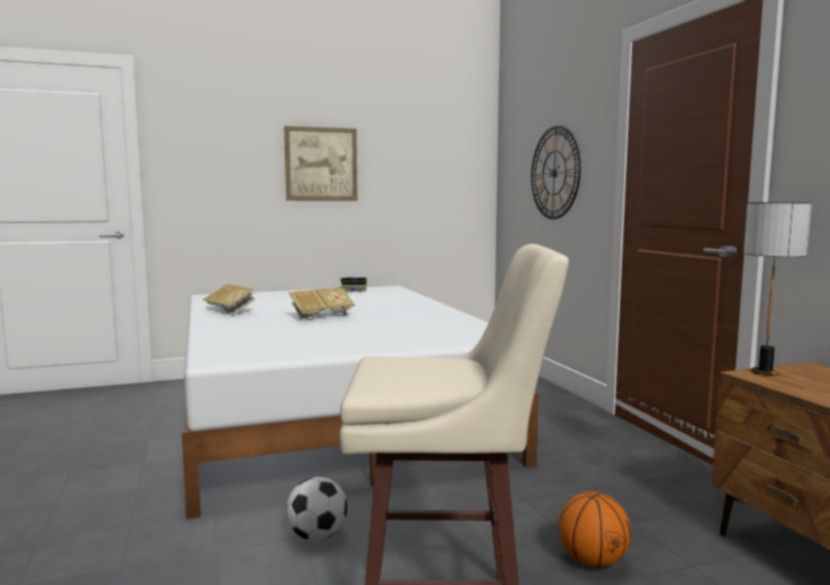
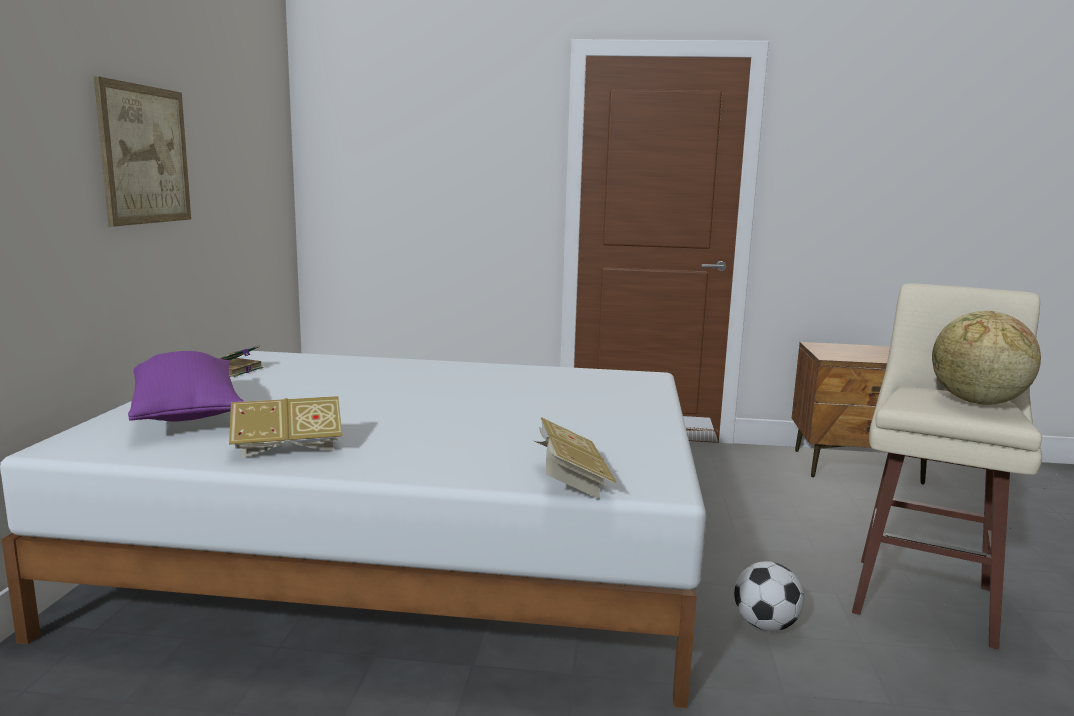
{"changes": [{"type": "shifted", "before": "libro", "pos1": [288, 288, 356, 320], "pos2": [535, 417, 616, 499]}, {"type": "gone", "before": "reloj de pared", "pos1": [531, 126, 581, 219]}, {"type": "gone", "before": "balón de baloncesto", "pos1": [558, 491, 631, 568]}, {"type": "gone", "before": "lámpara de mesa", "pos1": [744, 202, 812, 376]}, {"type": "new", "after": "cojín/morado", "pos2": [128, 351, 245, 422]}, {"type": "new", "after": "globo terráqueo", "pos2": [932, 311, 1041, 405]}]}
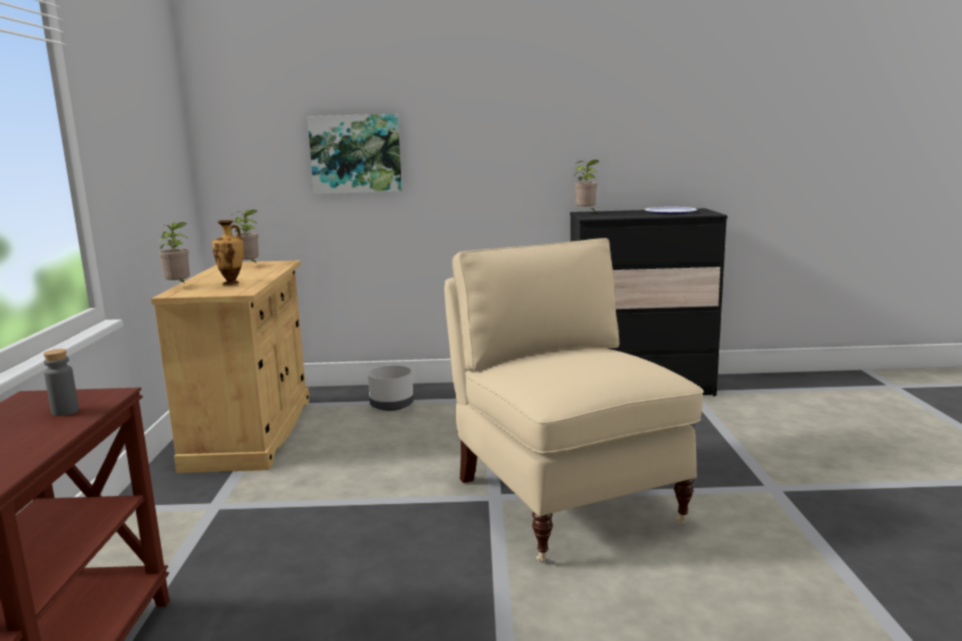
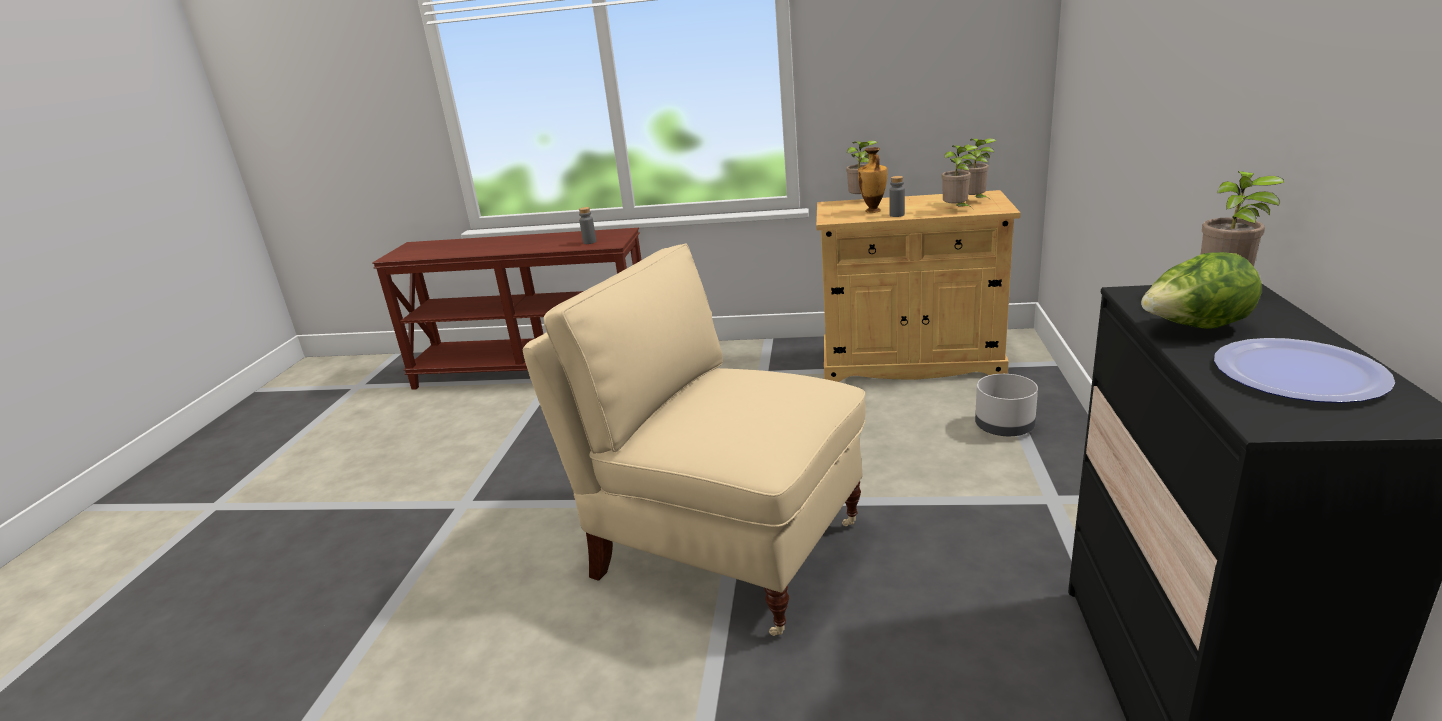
{"changes": [{"type": "gone", "before": "cuadro", "pos1": [307, 114, 402, 194]}, {"type": "rotated", "before": "silla/beis", "pos1": [444, 238, 704, 562], "pos2": [523, 243, 866, 636], "turn": -135}, {"type": "new", "after": "botella/gris", "pos2": [889, 176, 905, 217]}, {"type": "new", "after": "planta en maceta", "pos2": [942, 145, 978, 209]}, {"type": "new", "after": "lechuga", "pos2": [1141, 252, 1261, 329]}]}
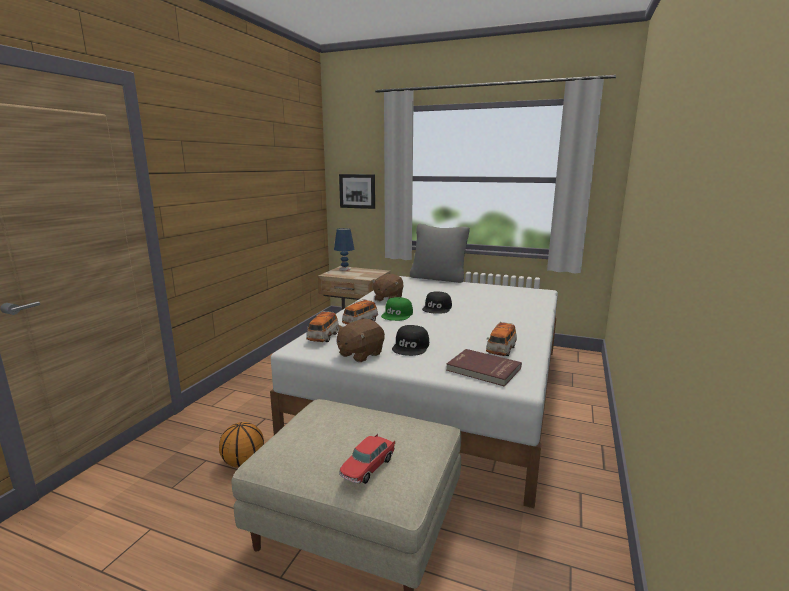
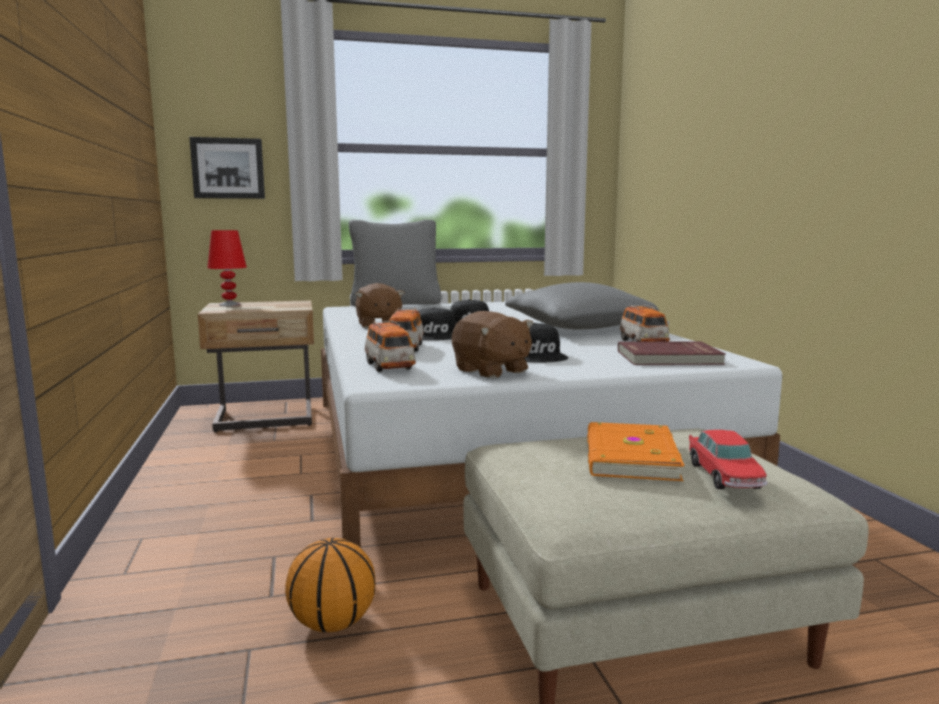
{"changes": [{"type": "repainted", "before": "lámpara de mesa/azul", "after": "lámpara de mesa/rojo", "pos1": [334, 228, 354, 271], "pos2": [207, 230, 247, 306]}, {"type": "rotated", "before": "peluche/marrón", "pos1": [336, 319, 385, 362], "pos2": [452, 311, 533, 378], "turn": -45}, {"type": "repainted", "before": "gorra/verde", "after": "gorra/negro", "pos1": [381, 297, 413, 321], "pos2": [418, 307, 456, 340]}, {"type": "new", "after": "cojín/gris", "pos2": [505, 282, 659, 329]}, {"type": "new", "after": "libro/naranja", "pos2": [587, 422, 684, 481]}]}
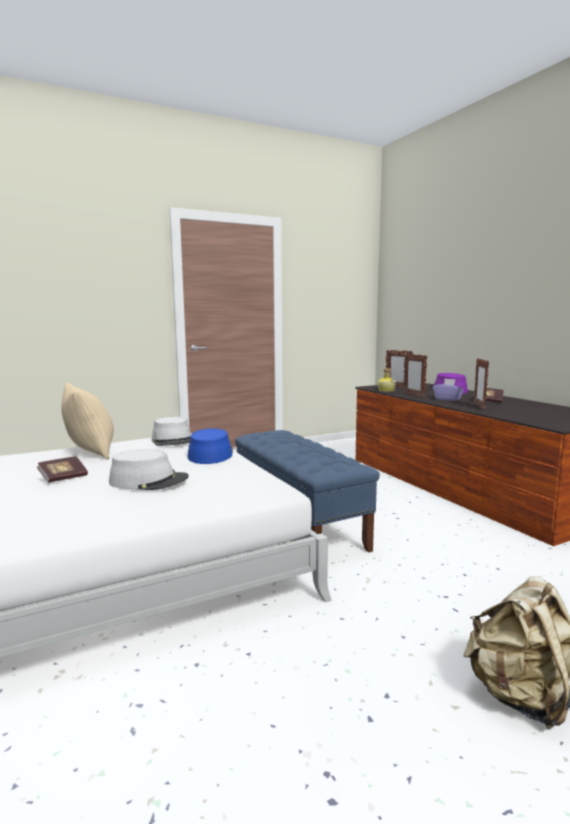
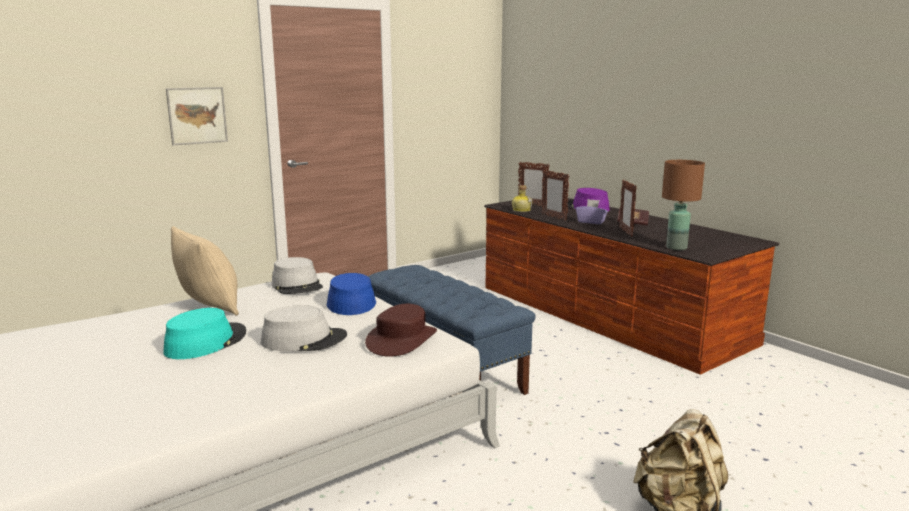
{"changes": [{"type": "swapped", "before": "libro", "after": "sombrero/turquesa", "pos1": [37, 456, 88, 483], "pos2": [164, 308, 246, 359]}, {"type": "new", "after": "cuadro", "pos2": [166, 87, 228, 145]}, {"type": "new", "after": "sombrero/marrón", "pos2": [365, 304, 437, 357]}, {"type": "new", "after": "lámpara de mesa/marrón", "pos2": [662, 160, 705, 250]}]}
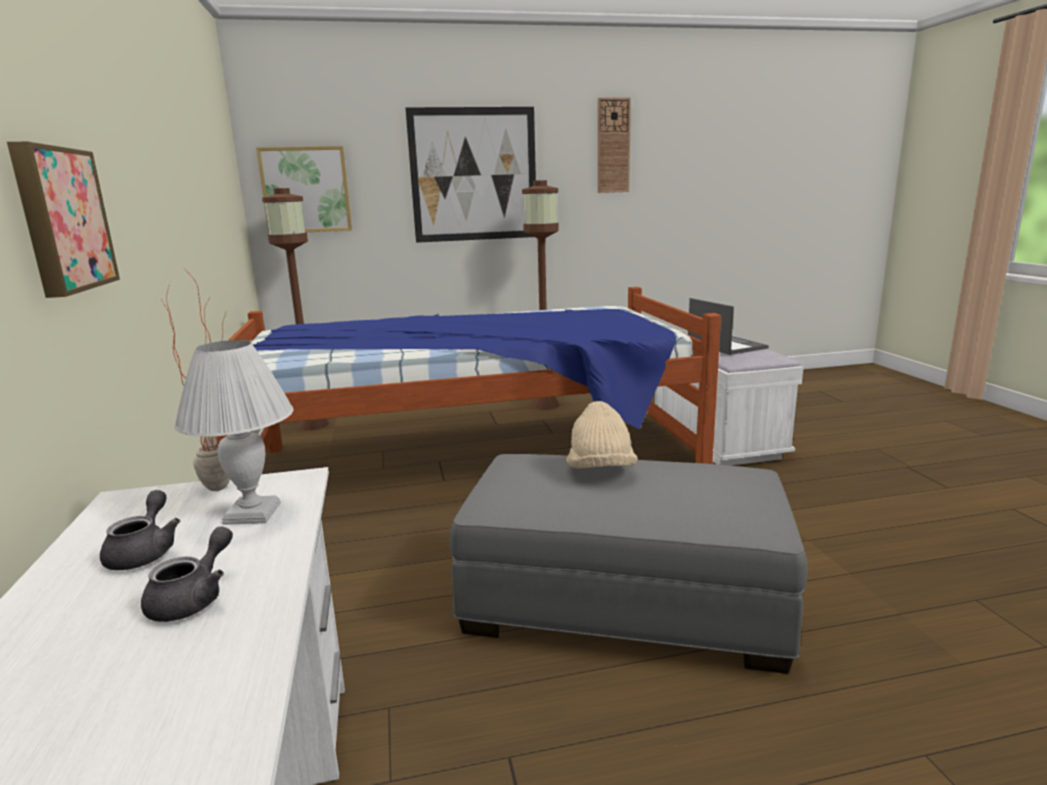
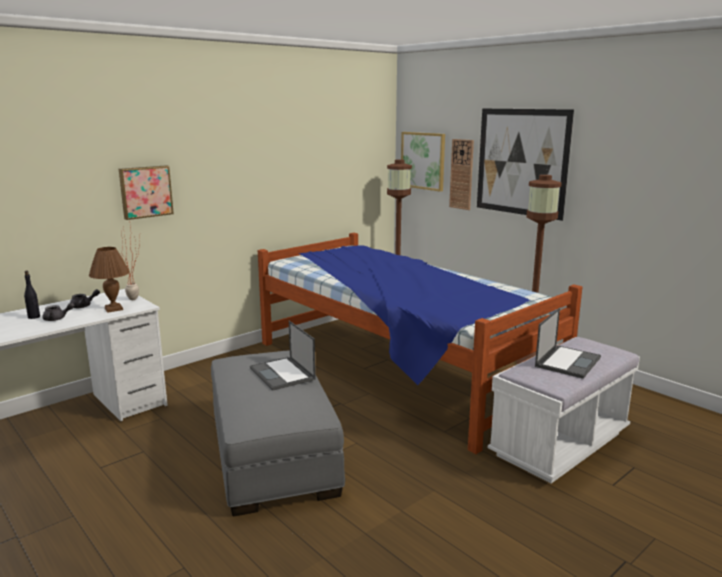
{"changes": [{"type": "repainted", "before": "lámpara de mesa/blanco", "after": "lámpara de mesa/marrón", "pos1": [174, 340, 294, 525], "pos2": [89, 247, 130, 313]}, {"type": "swapped", "before": "sombrero/beis", "after": "portátil", "pos1": [567, 401, 638, 469], "pos2": [250, 321, 316, 391]}, {"type": "shifted", "before": "reloj de pared", "pos1": [598, 98, 631, 193], "pos2": [449, 139, 474, 210]}, {"type": "new", "after": "botella/negro", "pos2": [24, 270, 40, 319]}]}
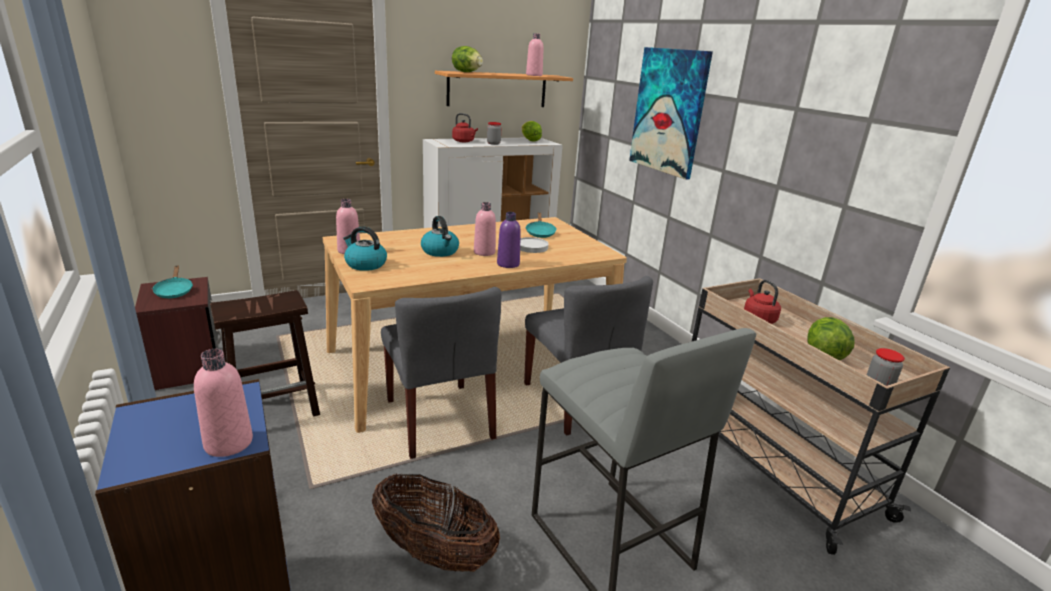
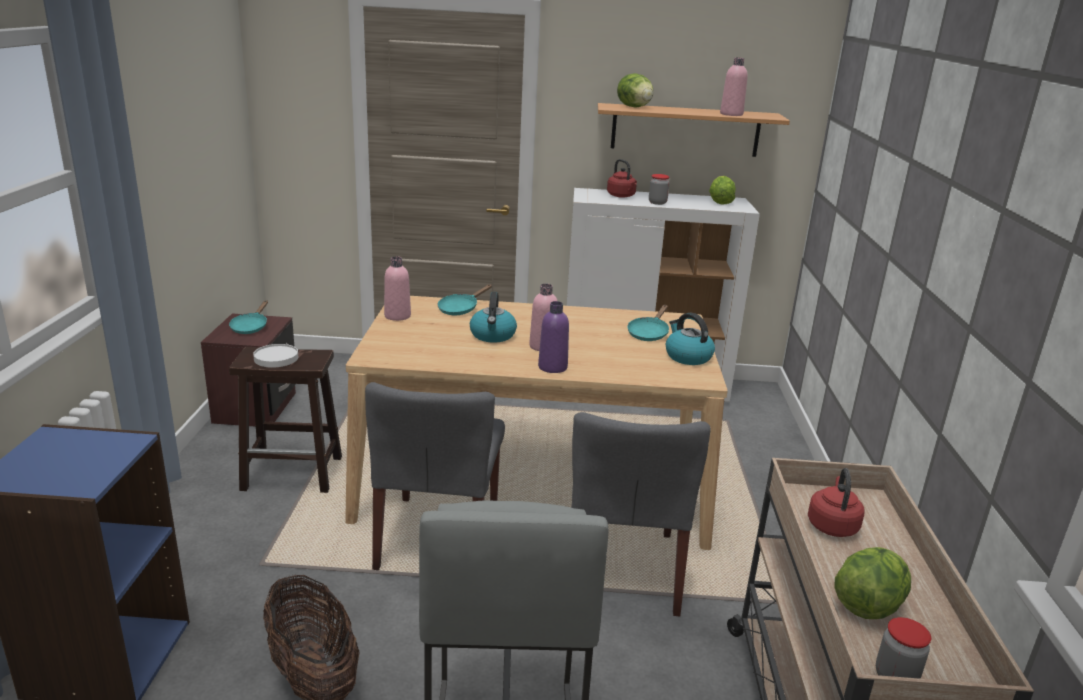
{"changes": [{"type": "gone", "before": "botella/rosa", "pos1": [194, 349, 253, 457]}, {"type": "shifted", "before": "hervidor", "pos1": [343, 226, 387, 271], "pos2": [666, 313, 715, 365]}, {"type": "shifted", "before": "plato/blanco", "pos1": [520, 237, 549, 253], "pos2": [253, 344, 298, 368]}, {"type": "gone", "before": "cuadro", "pos1": [629, 47, 713, 180]}, {"type": "new", "after": "sartén/turquesa", "pos2": [437, 284, 492, 315]}]}
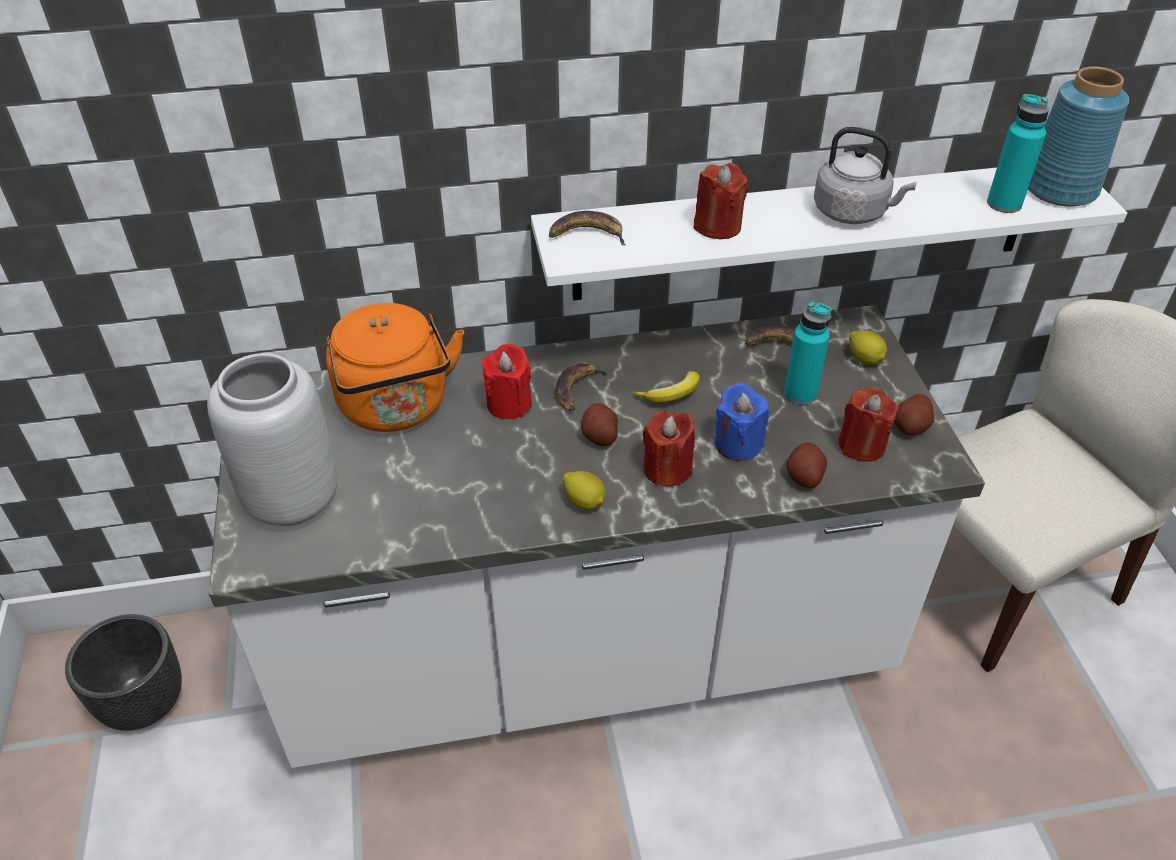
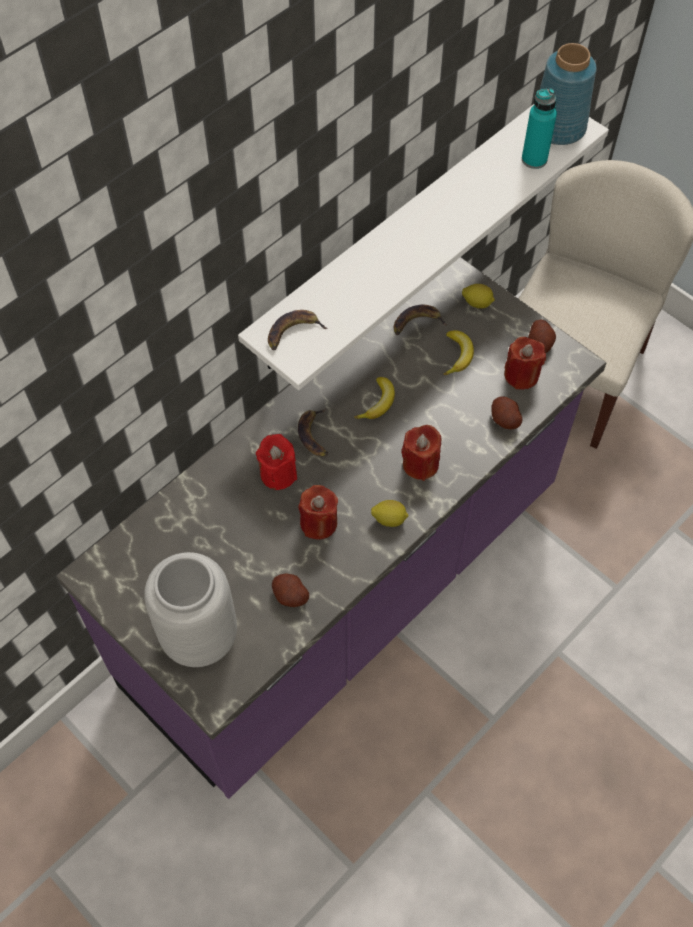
{"changes": [{"type": "gone", "before": "maceta/negro", "pos1": [65, 614, 182, 731]}, {"type": "repainted", "before": "mueble bajo de cocina/blanco", "after": "mueble bajo de cocina/morado", "pos1": [209, 305, 985, 768], "pos2": [56, 257, 606, 799]}, {"type": "gone", "before": "hervidor/naranja", "pos1": [326, 303, 464, 432]}, {"type": "shifted", "before": "patata", "pos1": [581, 403, 618, 446], "pos2": [272, 573, 309, 607]}, {"type": "shifted", "before": "vela/rojo", "pos1": [694, 163, 749, 239], "pos2": [298, 485, 338, 540]}, {"type": "gone", "before": "vela/azul", "pos1": [715, 383, 769, 461]}, {"type": "swapped", "before": "botella/turquesa", "after": "plátano", "pos1": [784, 301, 832, 405], "pos2": [443, 330, 474, 375]}, {"type": "gone", "before": "hervidor/gris", "pos1": [814, 127, 917, 224]}]}
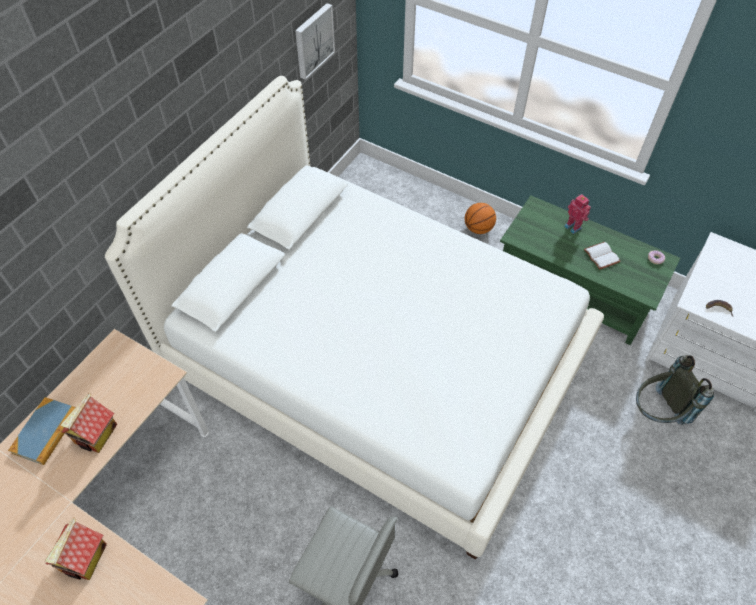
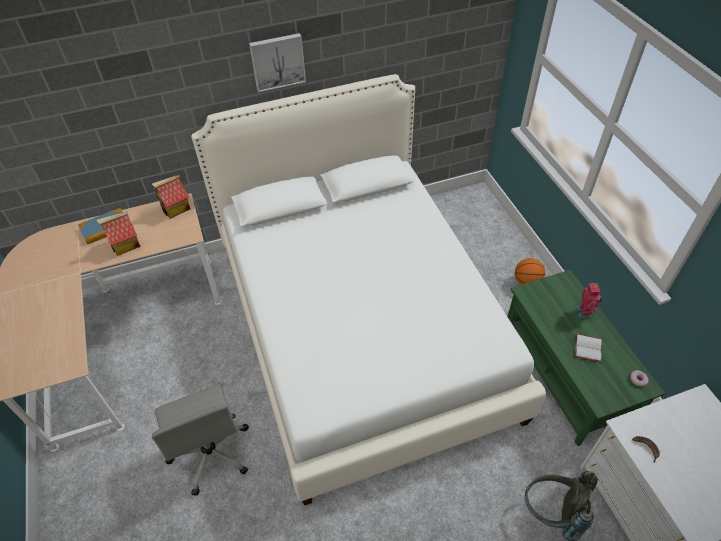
{"changes": [{"type": "shifted", "before": "casita", "pos1": [45, 518, 107, 580], "pos2": [152, 175, 191, 219]}, {"type": "shifted", "before": "cuadro", "pos1": [295, 3, 335, 80], "pos2": [249, 33, 306, 92]}]}
